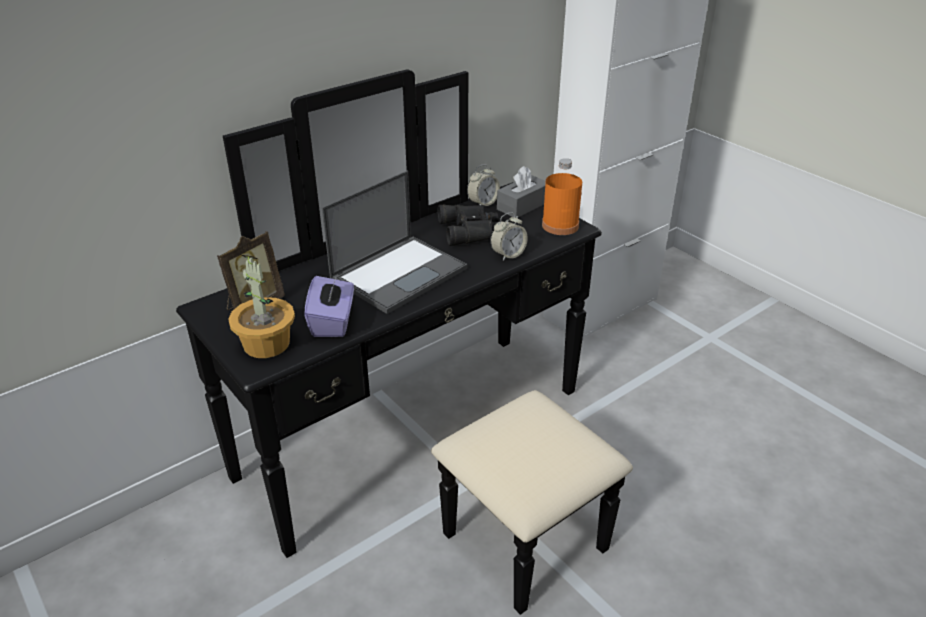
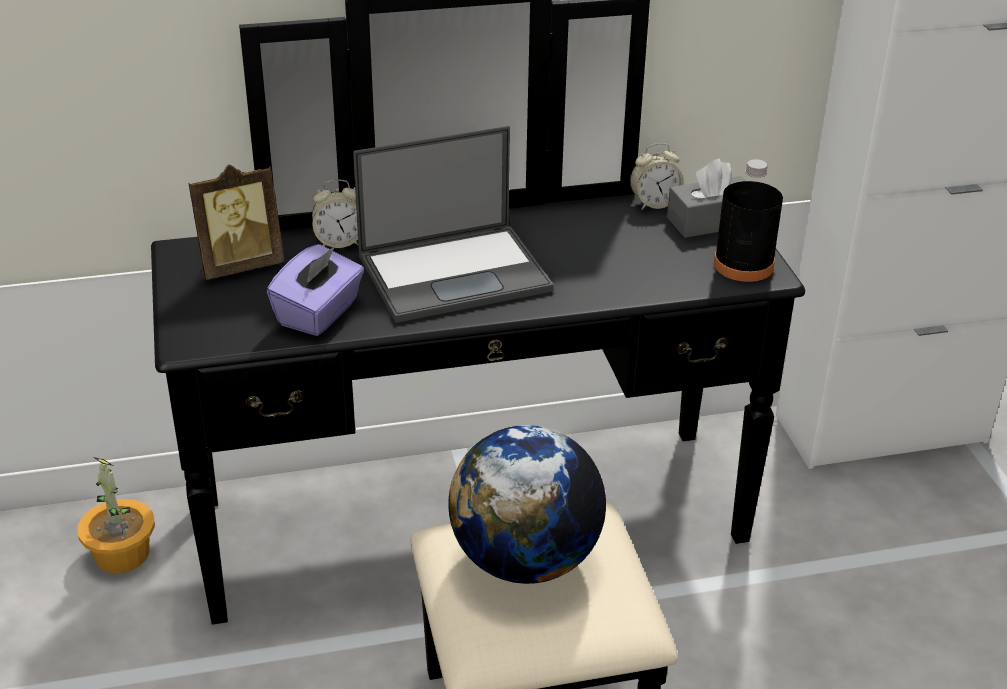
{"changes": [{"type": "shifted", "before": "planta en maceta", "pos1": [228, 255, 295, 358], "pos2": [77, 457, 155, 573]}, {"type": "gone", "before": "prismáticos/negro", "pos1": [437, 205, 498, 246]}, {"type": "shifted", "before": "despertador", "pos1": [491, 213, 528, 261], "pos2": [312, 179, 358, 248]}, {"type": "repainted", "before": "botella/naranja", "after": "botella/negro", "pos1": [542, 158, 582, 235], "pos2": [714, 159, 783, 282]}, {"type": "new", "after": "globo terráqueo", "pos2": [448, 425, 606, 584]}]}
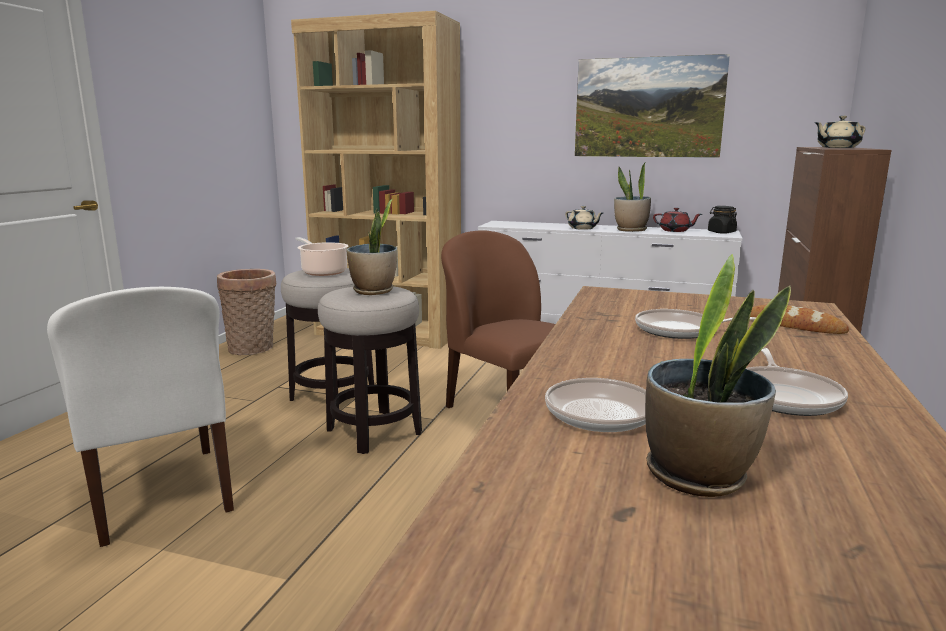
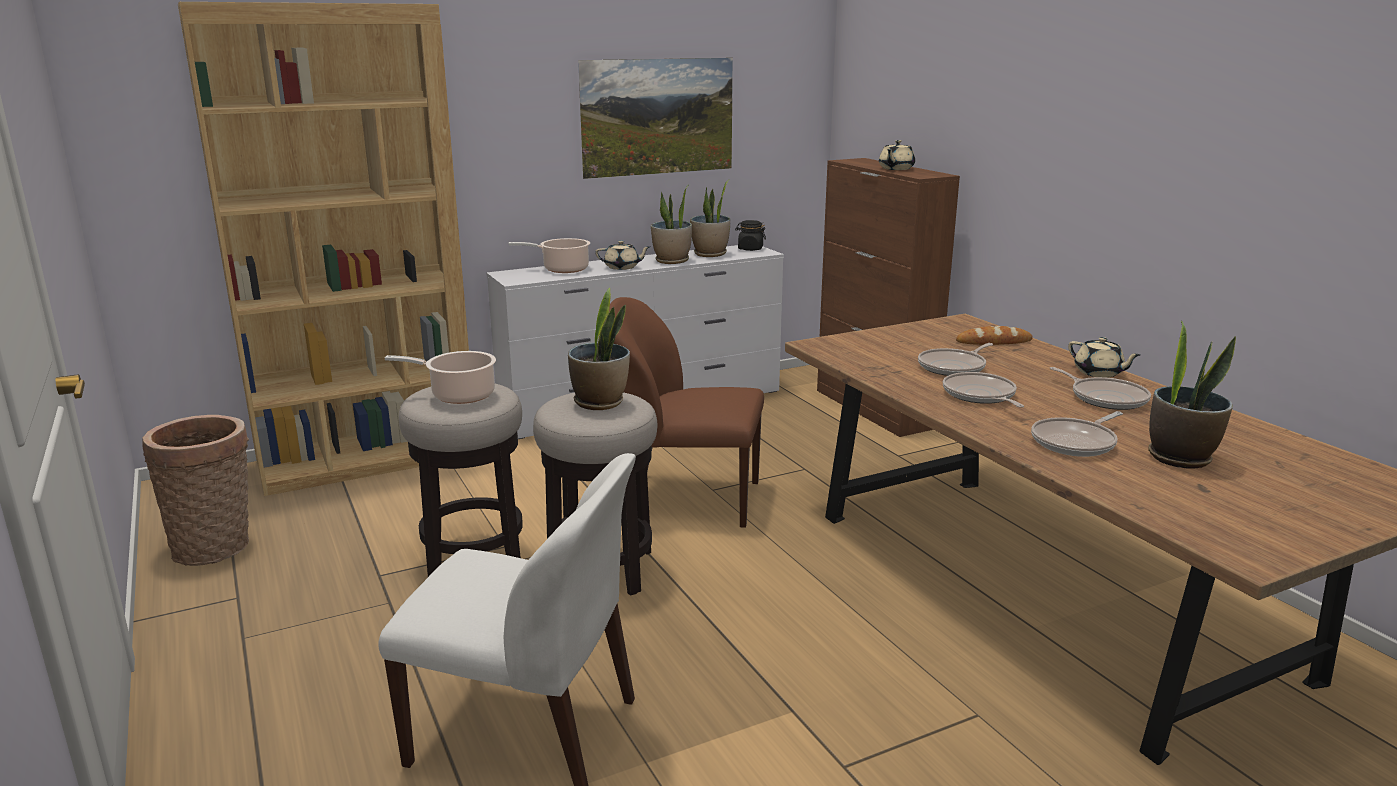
{"changes": [{"type": "swapped", "before": "tetera/rojo", "after": "planta en maceta", "pos1": [653, 208, 702, 232], "pos2": [690, 180, 730, 257]}, {"type": "new", "after": "olla", "pos2": [509, 238, 590, 273]}, {"type": "new", "after": "sartén", "pos2": [943, 372, 1024, 408]}, {"type": "new", "after": "tetera/beis", "pos2": [1068, 337, 1141, 378]}]}
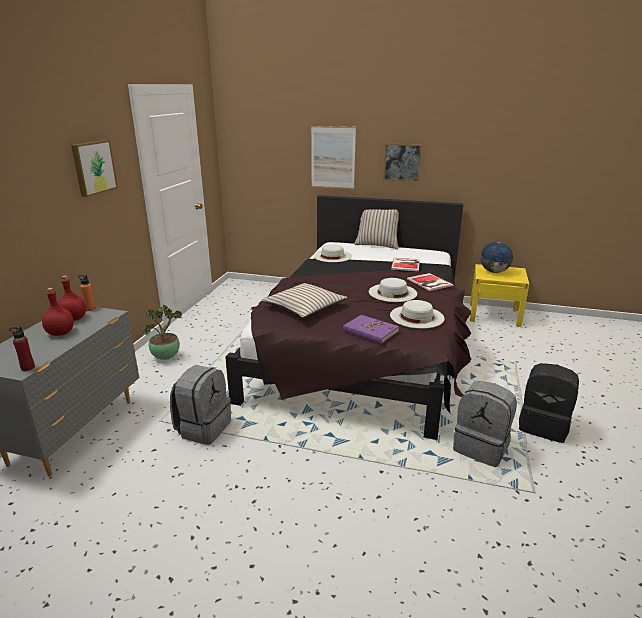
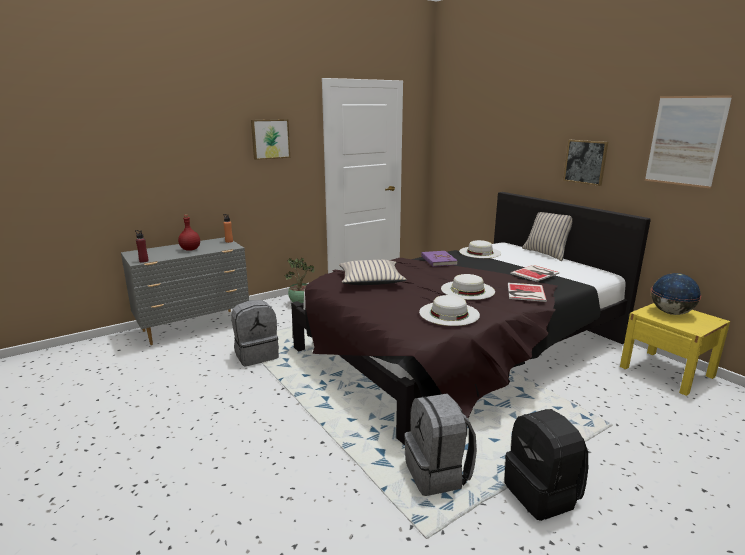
{"changes": [{"type": "gone", "before": "botella/rojo", "pos1": [58, 275, 86, 321]}, {"type": "shifted", "before": "cuadro", "pos1": [311, 126, 356, 189], "pos2": [645, 95, 733, 189]}, {"type": "shifted", "before": "libro/morado", "pos1": [343, 315, 399, 344], "pos2": [421, 251, 458, 267]}]}
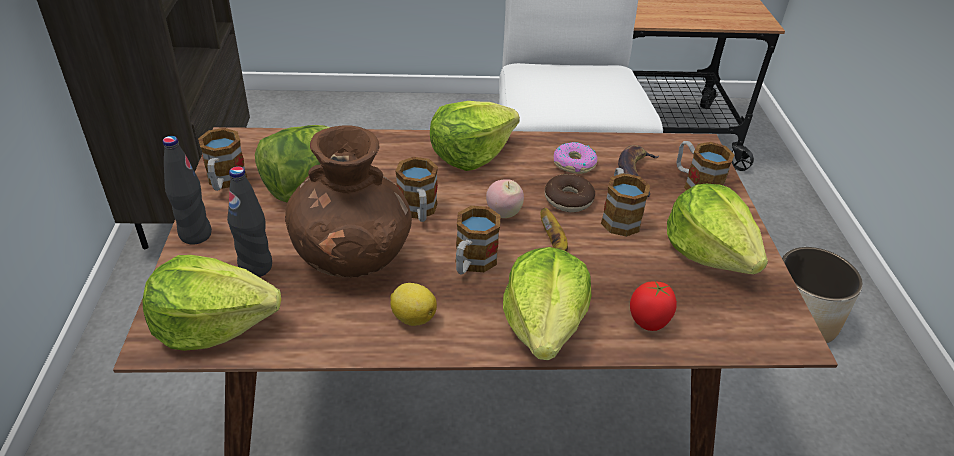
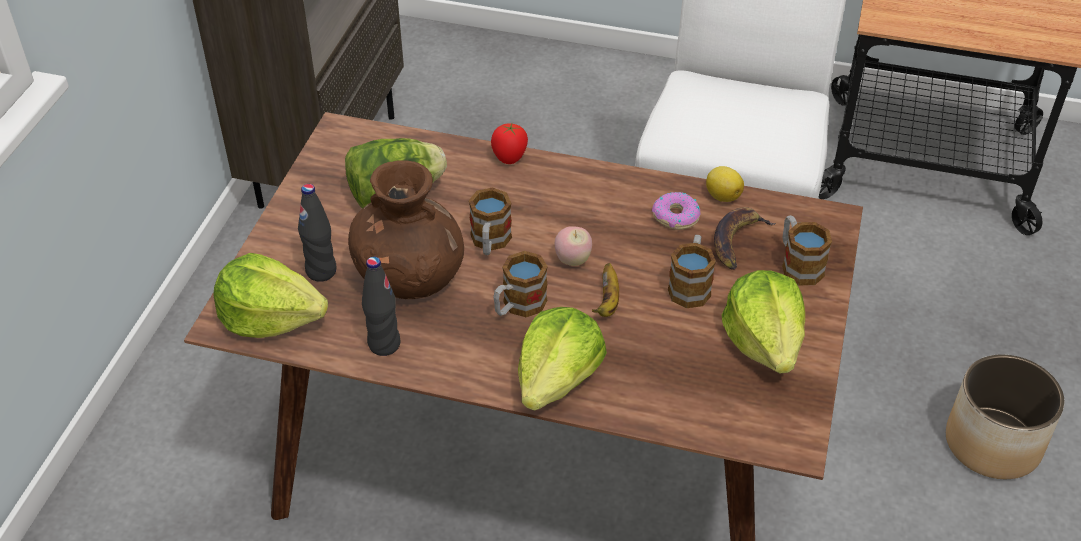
{"changes": [{"type": "shifted", "before": "botella/negro", "pos1": [163, 136, 212, 244], "pos2": [362, 257, 401, 356]}, {"type": "gone", "before": "taza grande", "pos1": [198, 128, 247, 191]}, {"type": "shifted", "before": "limón", "pos1": [390, 283, 437, 326], "pos2": [706, 166, 744, 202]}, {"type": "gone", "before": "lechuga", "pos1": [430, 101, 520, 171]}, {"type": "gone", "before": "rosquilla", "pos1": [545, 174, 595, 212]}, {"type": "shifted", "before": "tomate", "pos1": [630, 281, 677, 331], "pos2": [491, 123, 528, 164]}]}
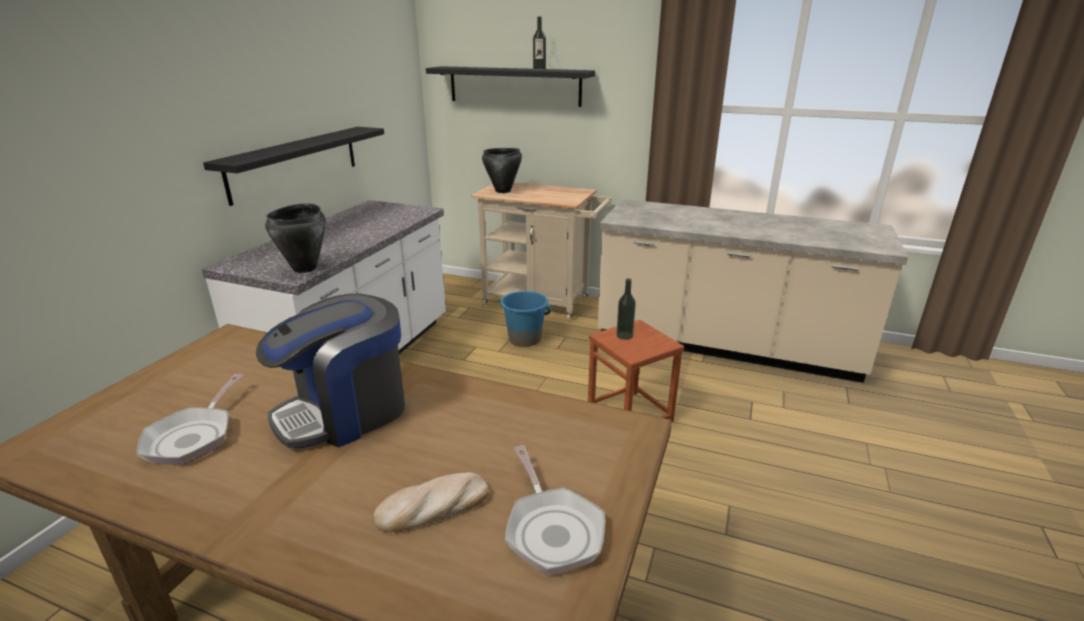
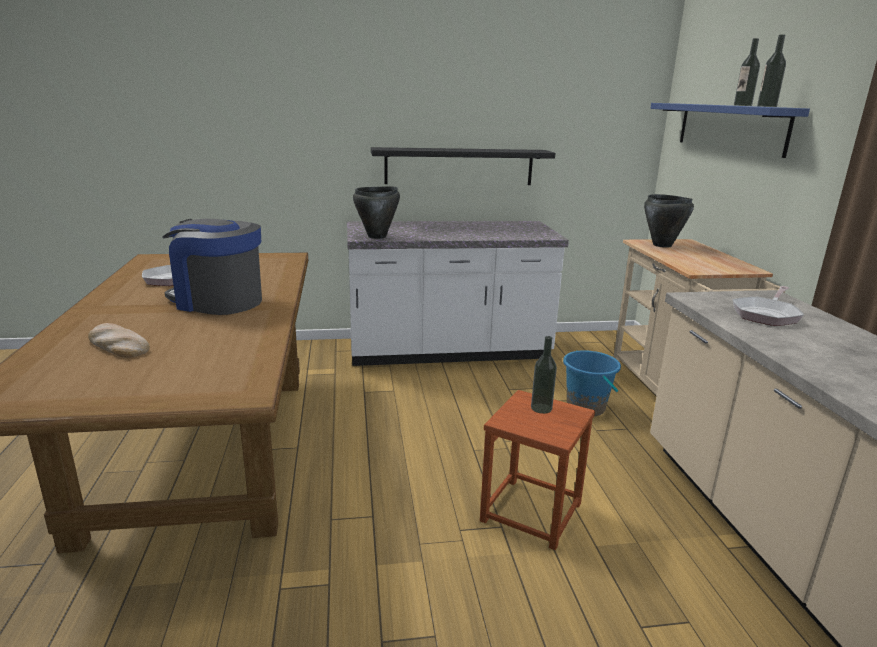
{"changes": [{"type": "repainted", "before": "estante/negro", "after": "estante/azul", "pos1": [426, 66, 595, 107], "pos2": [650, 103, 810, 158]}, {"type": "shifted", "before": "sartén", "pos1": [505, 445, 605, 575], "pos2": [732, 286, 804, 326]}, {"type": "new", "after": "botella", "pos2": [757, 34, 786, 107]}]}
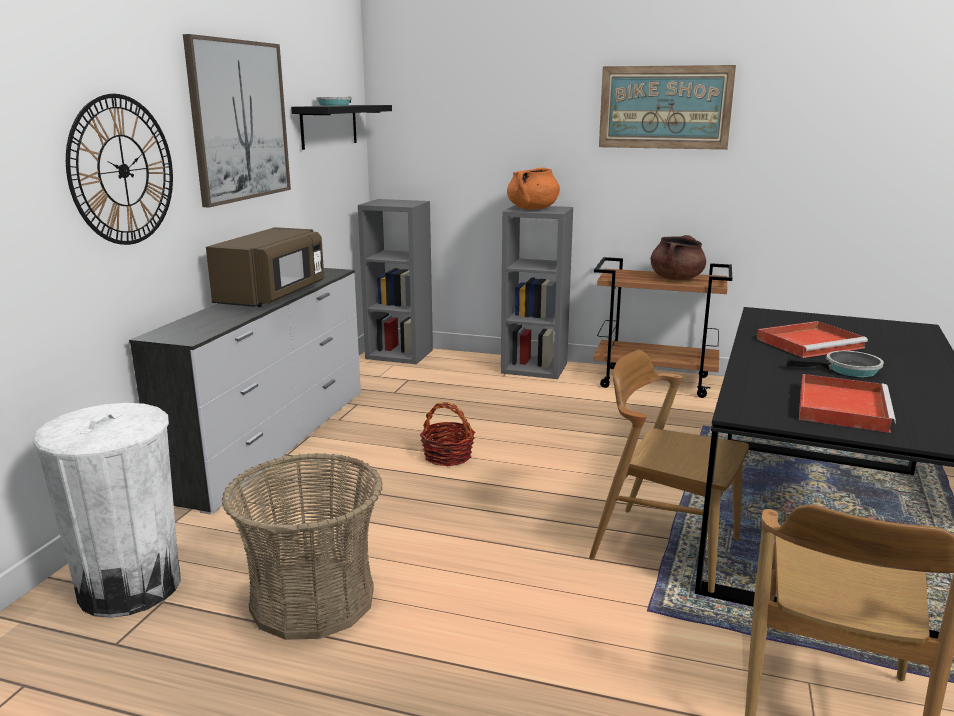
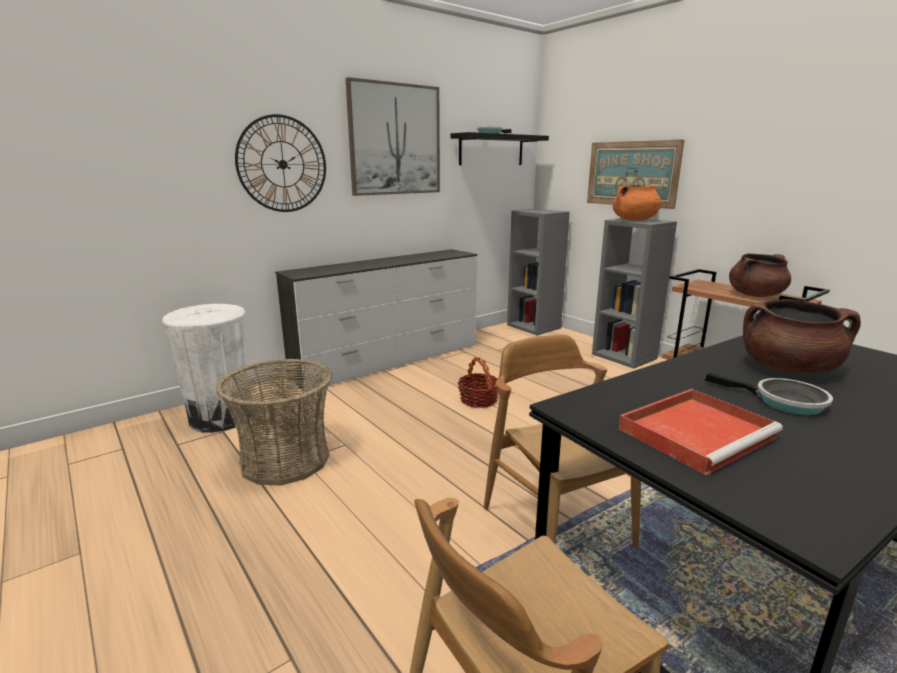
{"changes": [{"type": "gone", "before": "microondas/marrón", "pos1": [206, 227, 324, 307]}, {"type": "shifted", "before": "cuadro", "pos1": [599, 65, 736, 150], "pos2": [587, 139, 685, 209]}, {"type": "swapped", "before": "bandeja/rojo", "after": "olla/marrón", "pos1": [757, 321, 868, 358], "pos2": [743, 299, 861, 374]}]}
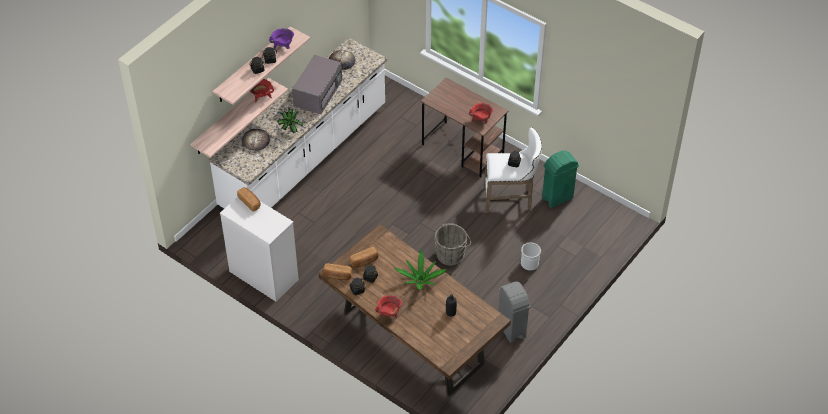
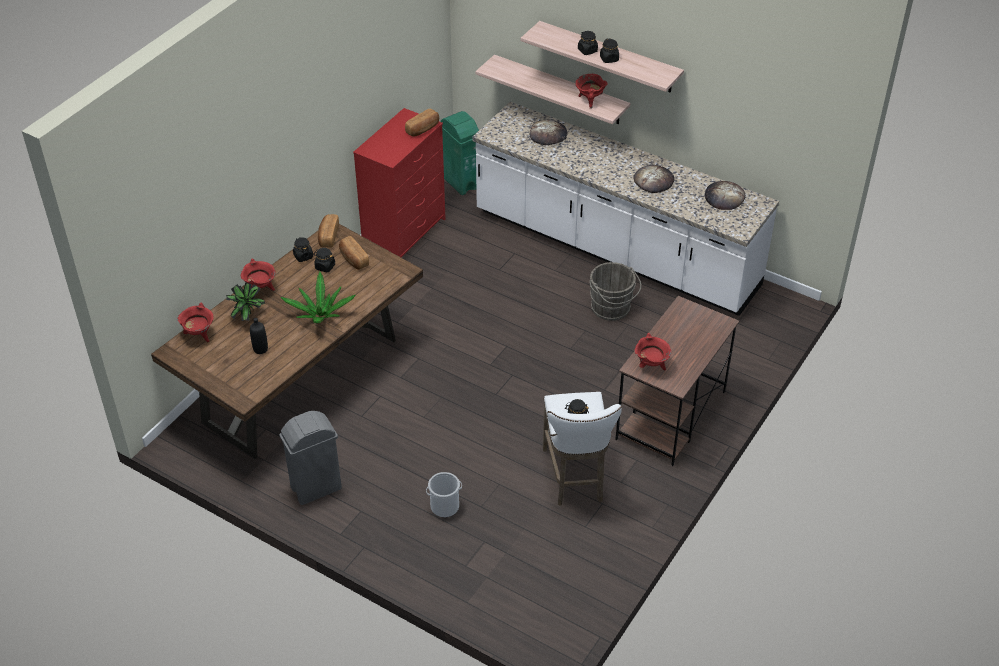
{"changes": [{"type": "repainted", "before": "cómoda/blanco", "after": "cómoda/rojo", "pos1": [220, 197, 299, 302], "pos2": [353, 108, 446, 257]}, {"type": "gone", "before": "olla/morado", "pos1": [269, 28, 294, 49]}, {"type": "shifted", "before": "planta en maceta", "pos1": [277, 109, 303, 134], "pos2": [226, 282, 265, 321]}, {"type": "swapped", "before": "microondas/gris", "after": "pan", "pos1": [292, 55, 342, 114], "pos2": [634, 165, 674, 193]}, {"type": "shifted", "before": "cubo/gris", "pos1": [434, 223, 471, 266], "pos2": [590, 262, 641, 321]}, {"type": "shifted", "before": "papelera/verde", "pos1": [542, 150, 579, 208], "pos2": [440, 111, 479, 195]}, {"type": "new", "after": "olla/rojo", "pos2": [178, 303, 214, 342]}]}
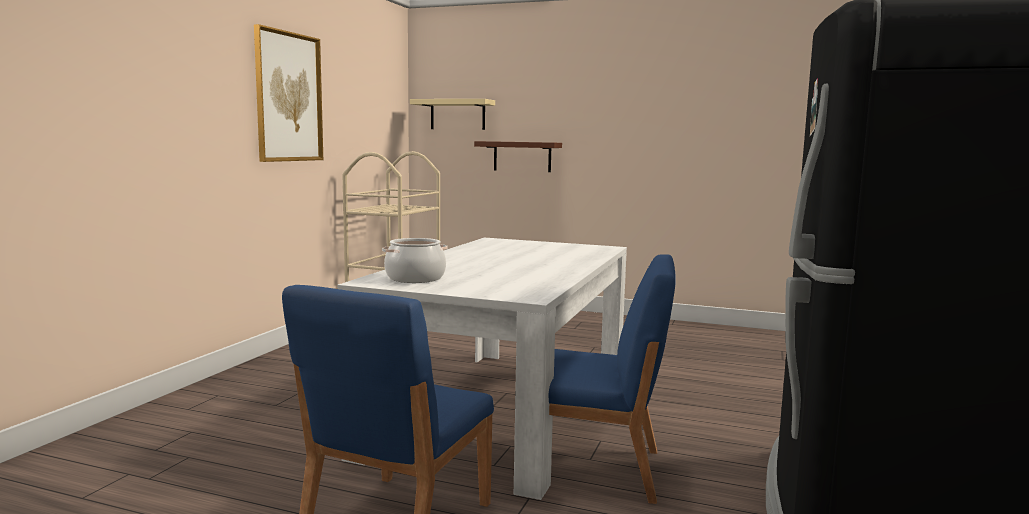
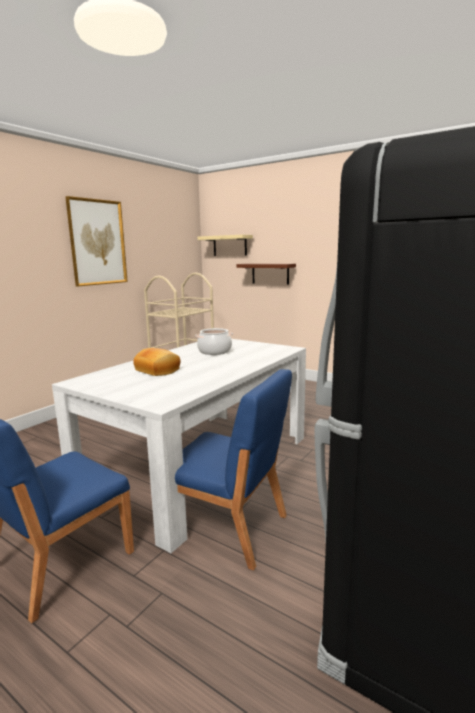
{"changes": [{"type": "shifted", "before": "olla", "pos1": [382, 238, 447, 283], "pos2": [195, 328, 233, 355]}, {"type": "new", "after": "pan", "pos2": [133, 348, 180, 376]}]}
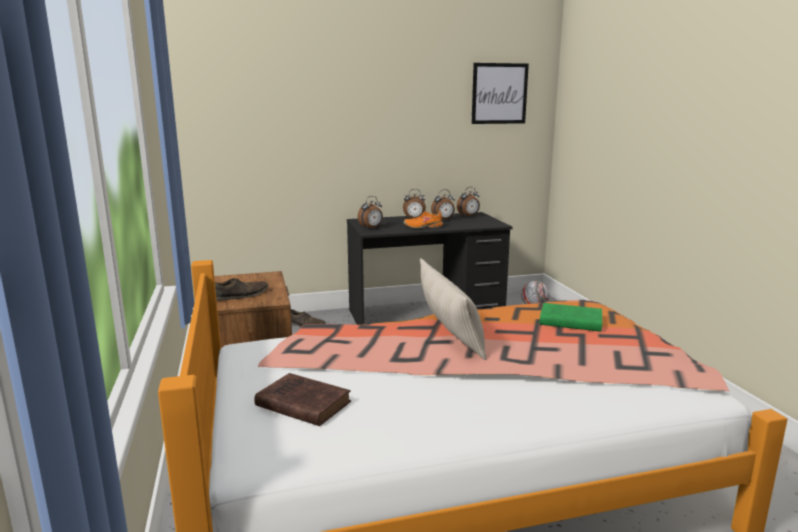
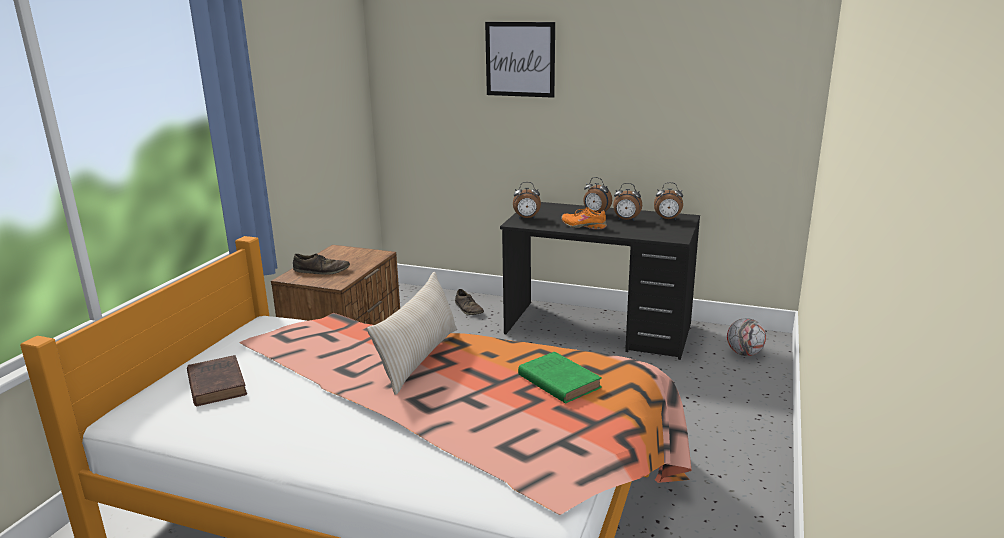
{"changes": [{"type": "shifted", "before": "cuadro", "pos1": [471, 63, 529, 124], "pos2": [485, 22, 555, 98]}]}
